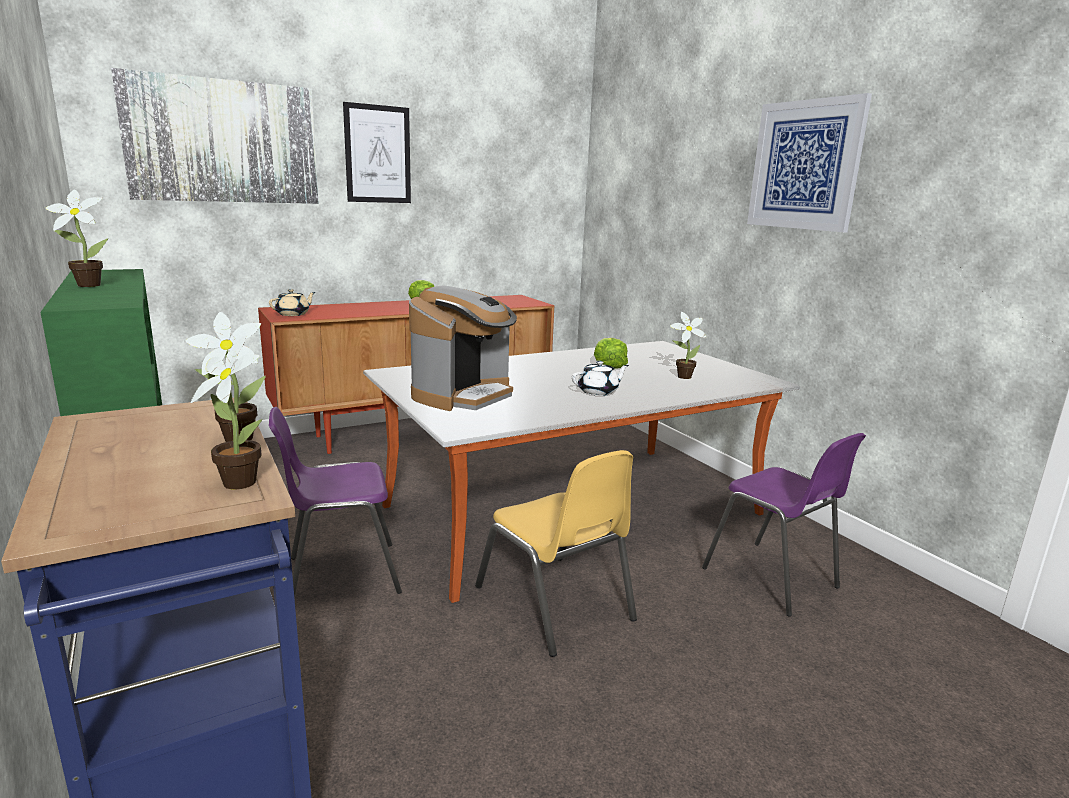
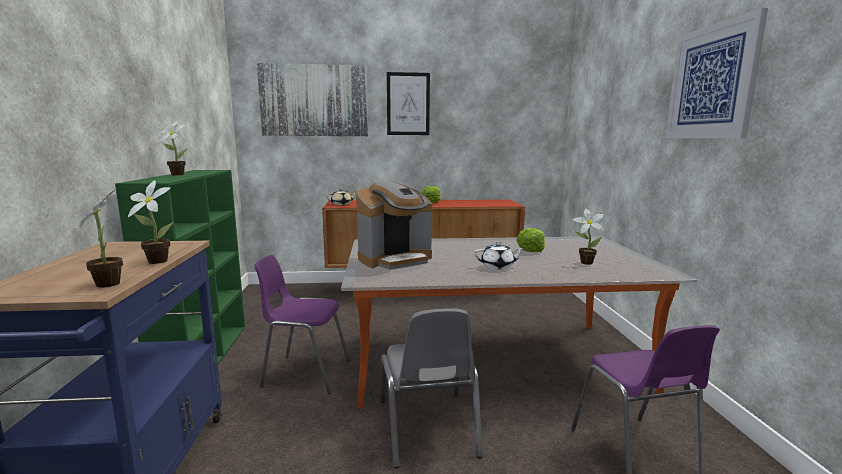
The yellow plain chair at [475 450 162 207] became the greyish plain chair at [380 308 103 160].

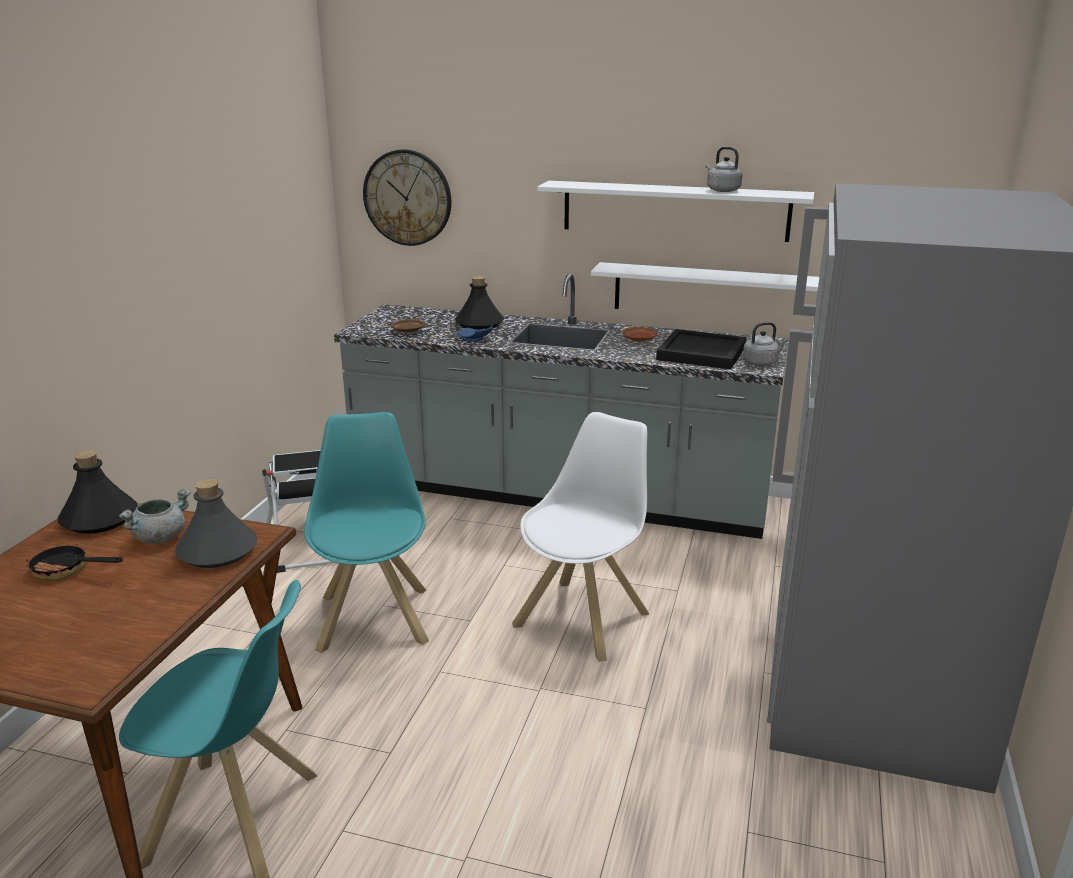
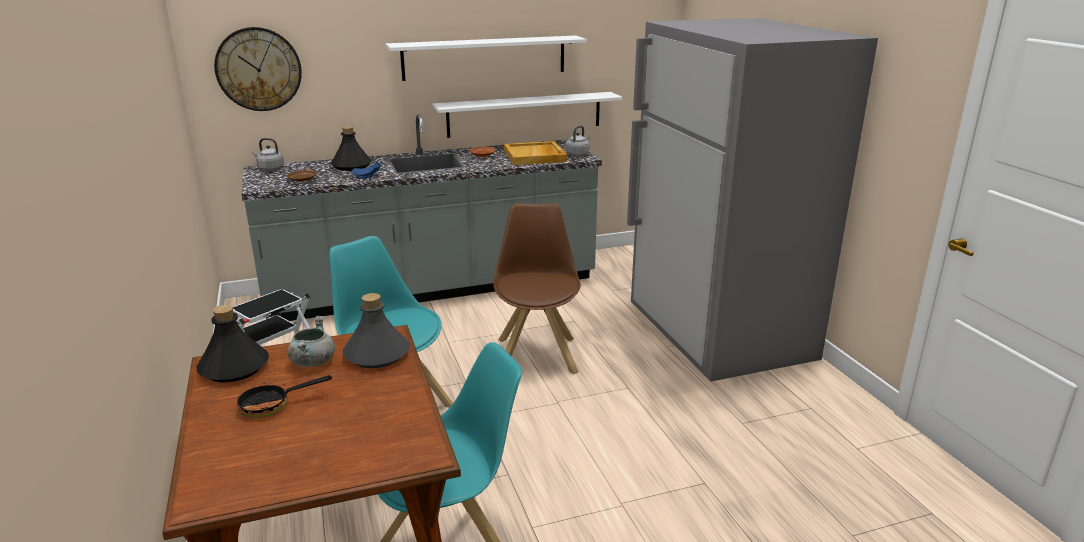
The greyish tea kettle moved from [706 147 36 45] to [252 138 32 33].
The whitish plain chair at [512 412 137 250] became the brown-coloured plain chair at [493 203 88 171].
The blackish tray at [656 329 90 41] became the sand-coloured tray at [504 141 63 24].

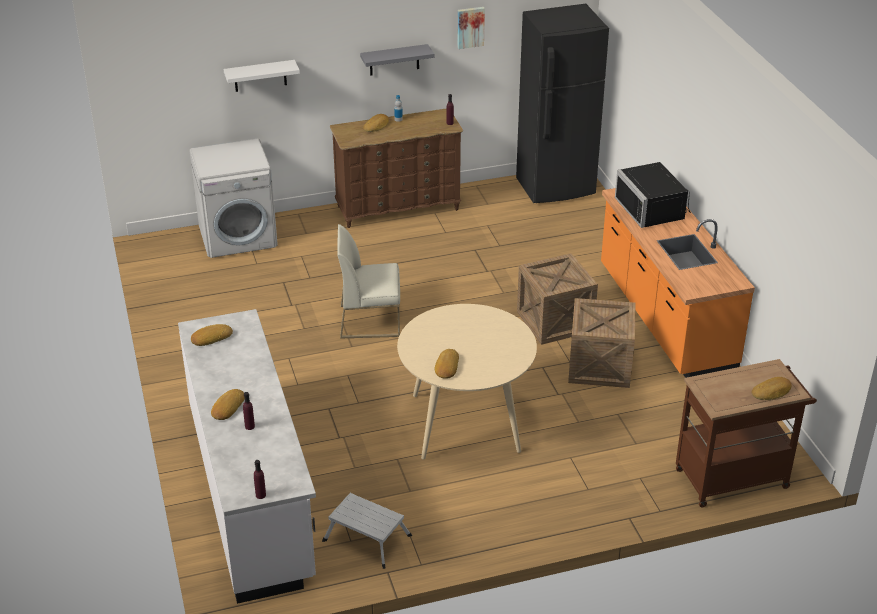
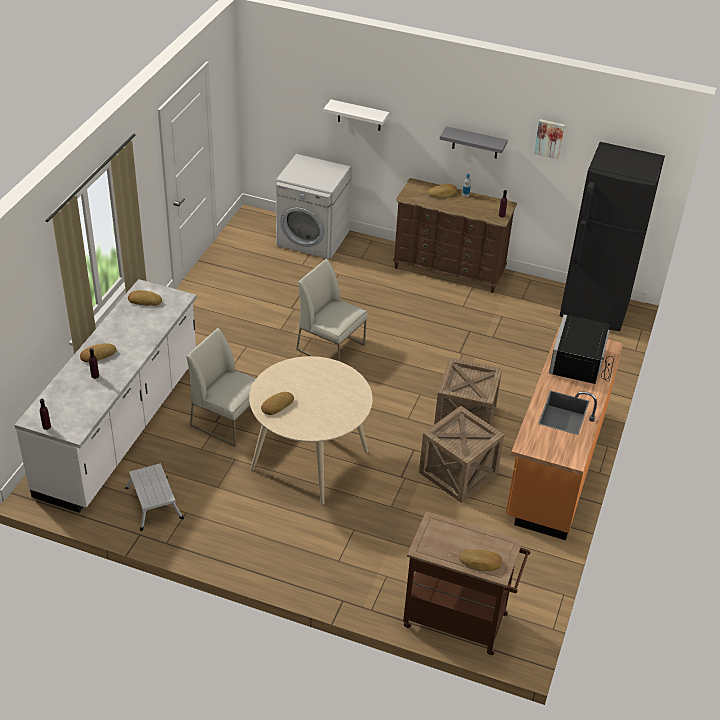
The whitish plain chair at [186 328 70 119] appeared.

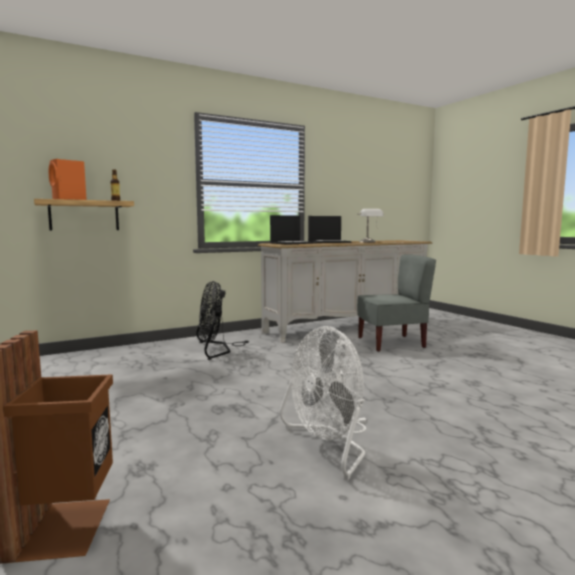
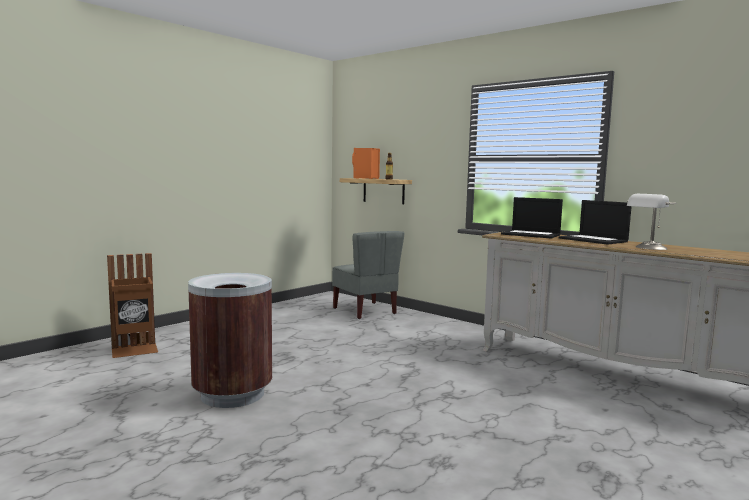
The blackish fan at [196 281 54 79] disappeared.
The greyish plain chair moved from [357 255 79 97] to [332 231 72 88].
The whitish fan at [280 326 88 155] was replaced by the brown-coloured trash can at [188 273 84 135].

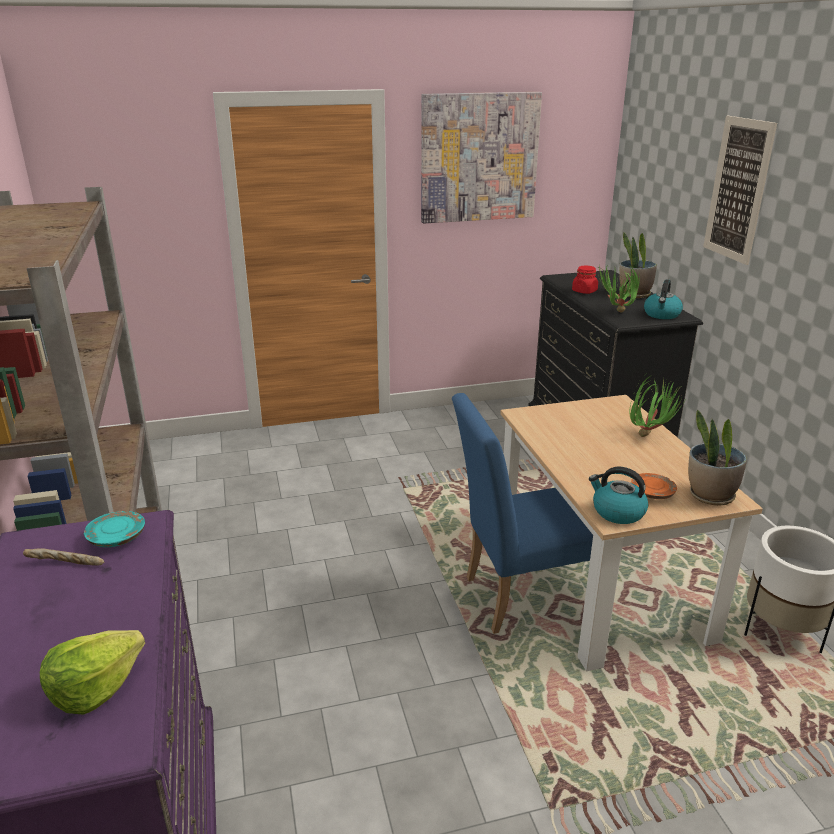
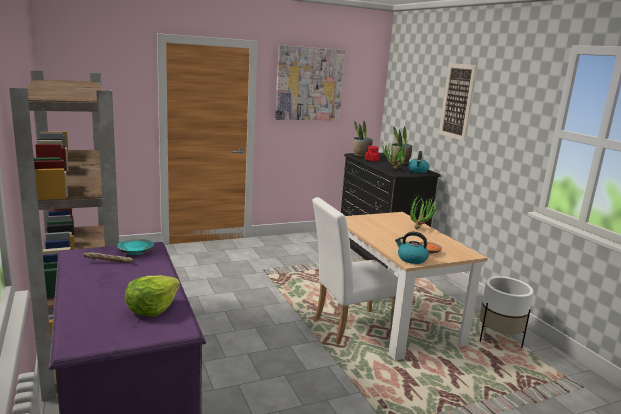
The potted plant moved from [688 410 59 96] to [353 121 20 36].
The blue-coloured plain chair at [452 393 141 241] became the whitish plain chair at [312 197 86 148].

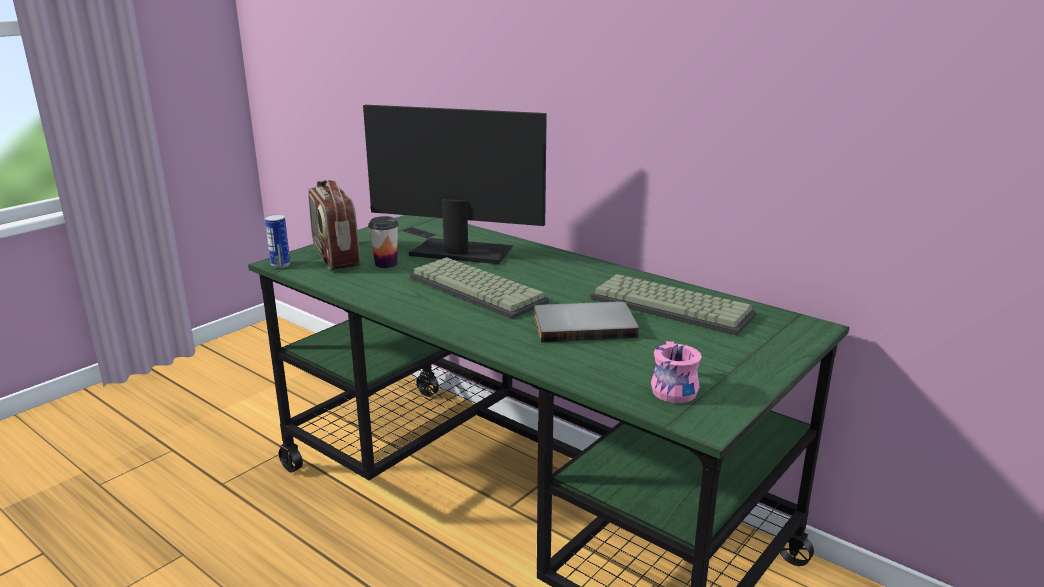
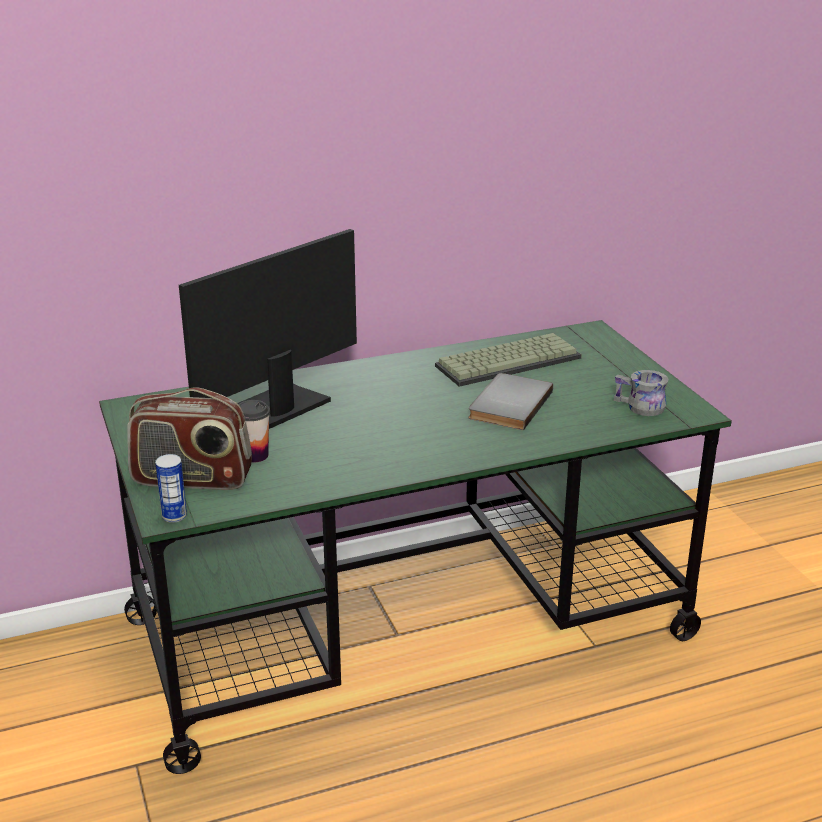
The keyboard at [409 257 140 62] disappeared.
The pinkish mug at [651 341 51 62] became the greyish mug at [614 370 54 46].

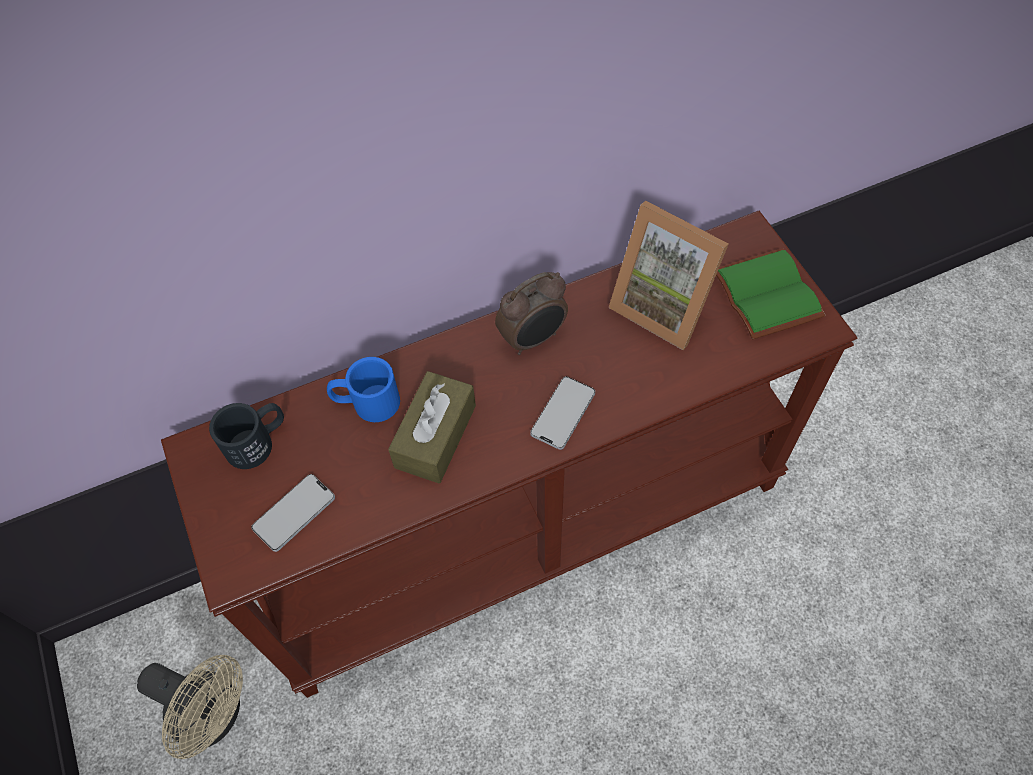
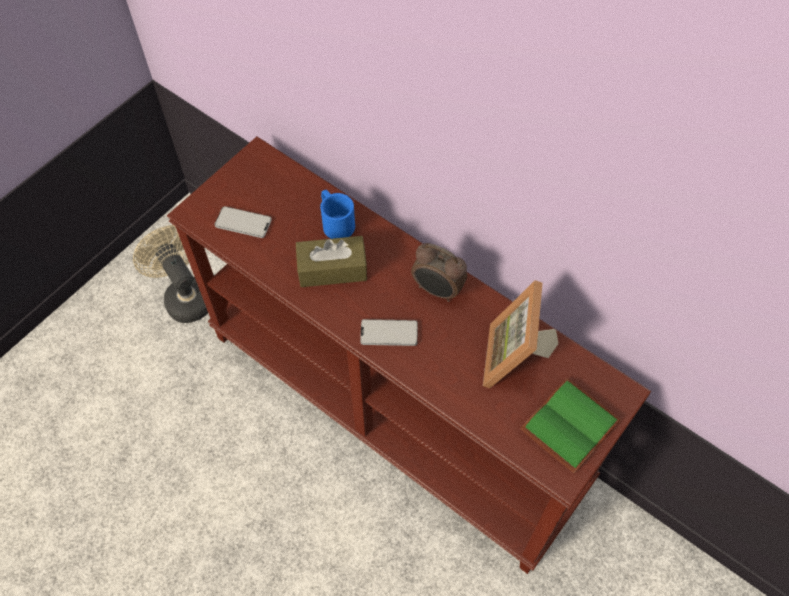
The blackish mug at [209 403 75 66] disappeared.
The sand-coloured fan at [137 655 106 104] turned 150 degrees clockwise.

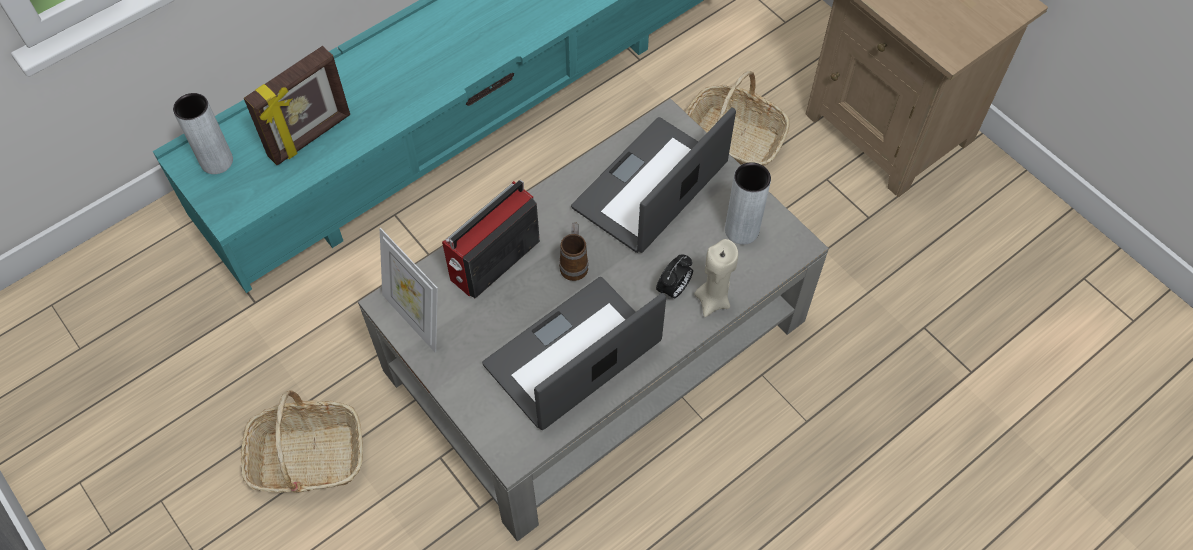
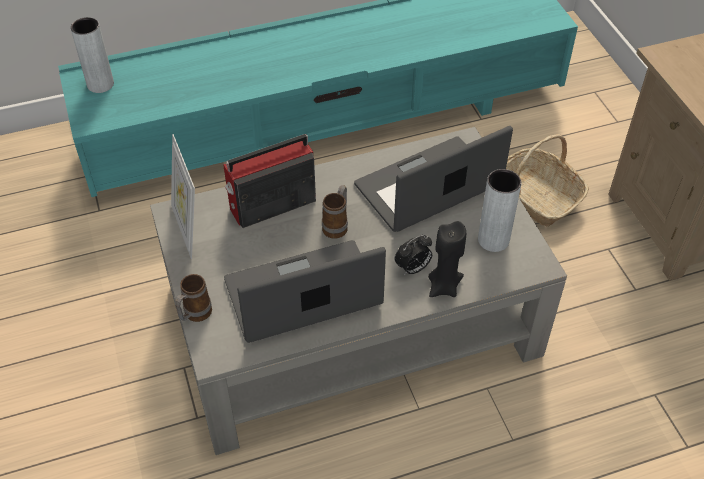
The household basket at [241 391 122 102] disappeared.
The photo frame at [244 46 106 119] disappeared.
The mug at [175 274 37 48] appeared.
The sand-coloured wax candle at [694 239 44 78] became the blackish wax candle at [428 221 38 76].

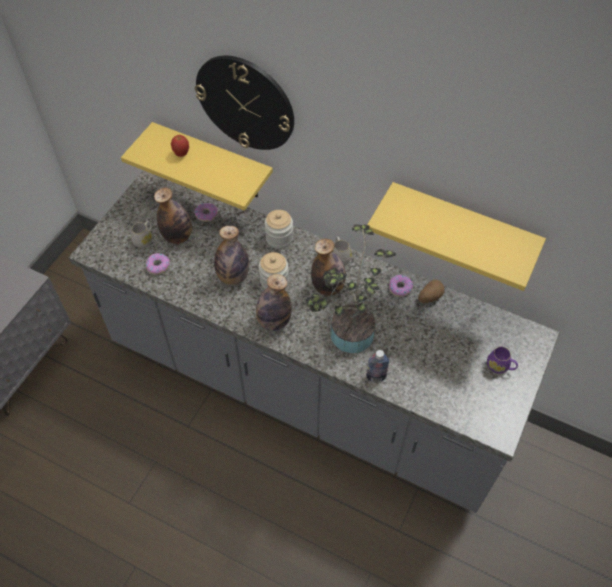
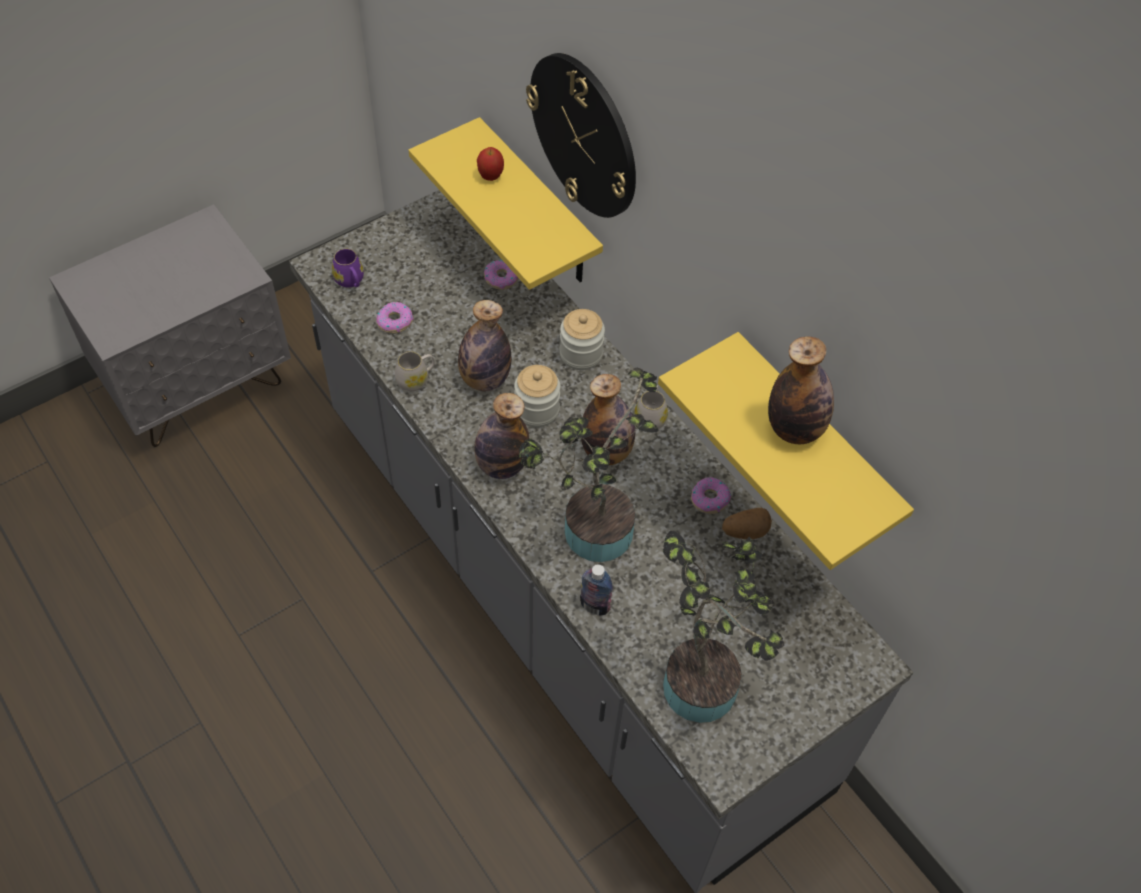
The potted plant at [663 531 121 192] appeared.
The whitish mug moved from [131 221 21 27] to [395 351 40 40].
The bottle moved from [154 188 38 56] to [768 336 66 108].
The purplish mug moved from [487 347 31 27] to [332 249 32 38].

